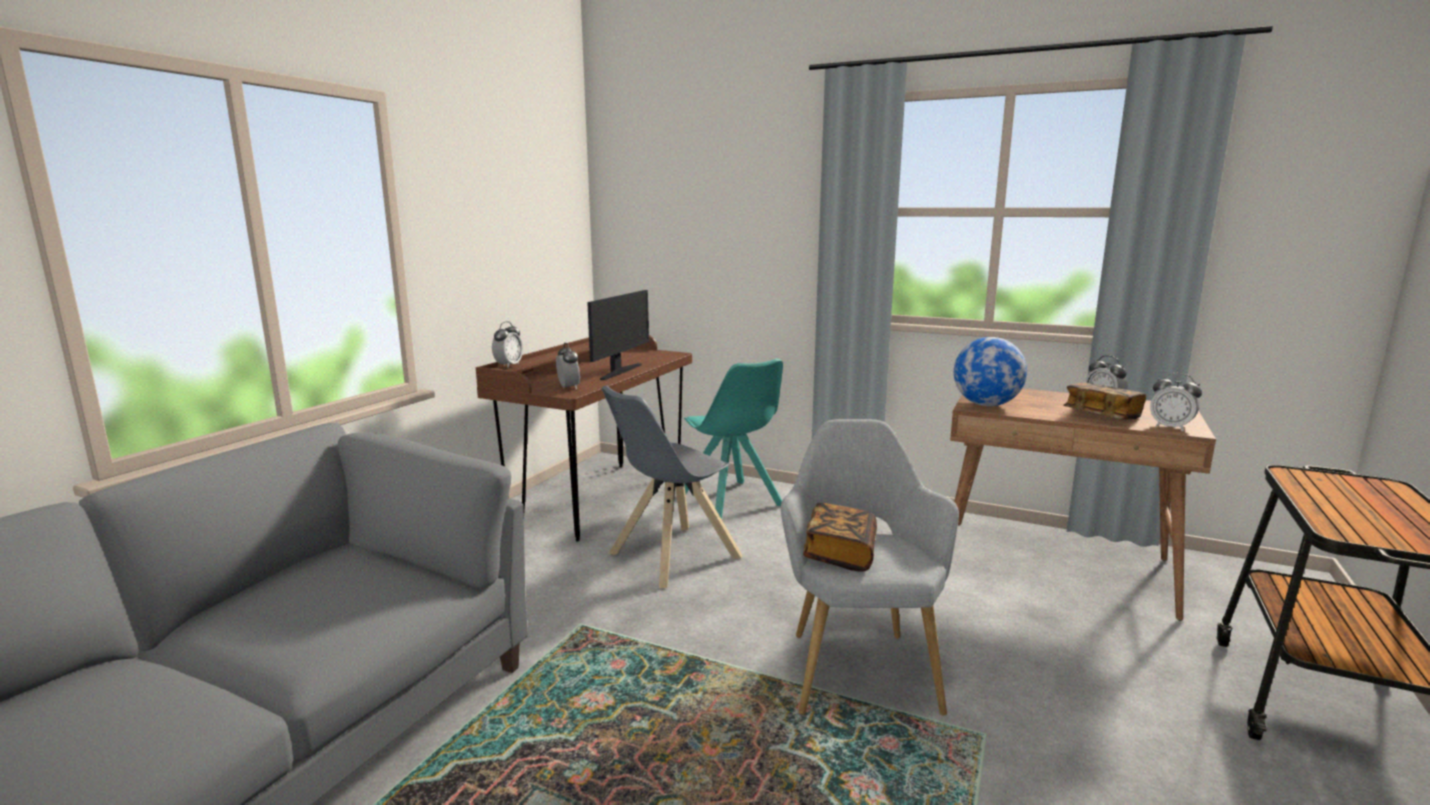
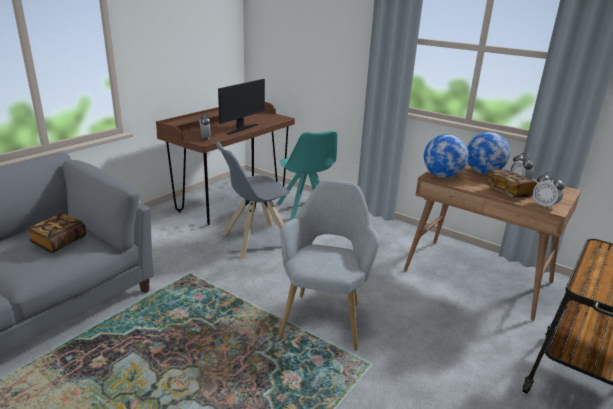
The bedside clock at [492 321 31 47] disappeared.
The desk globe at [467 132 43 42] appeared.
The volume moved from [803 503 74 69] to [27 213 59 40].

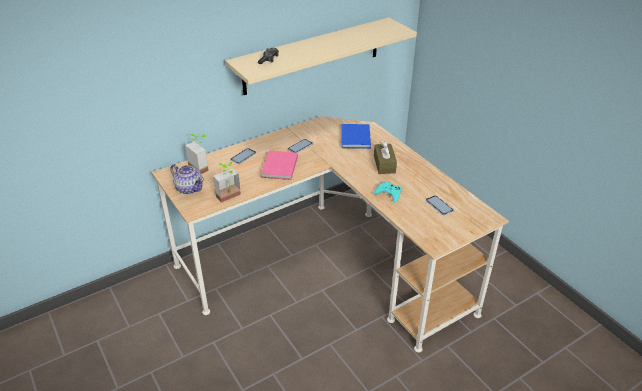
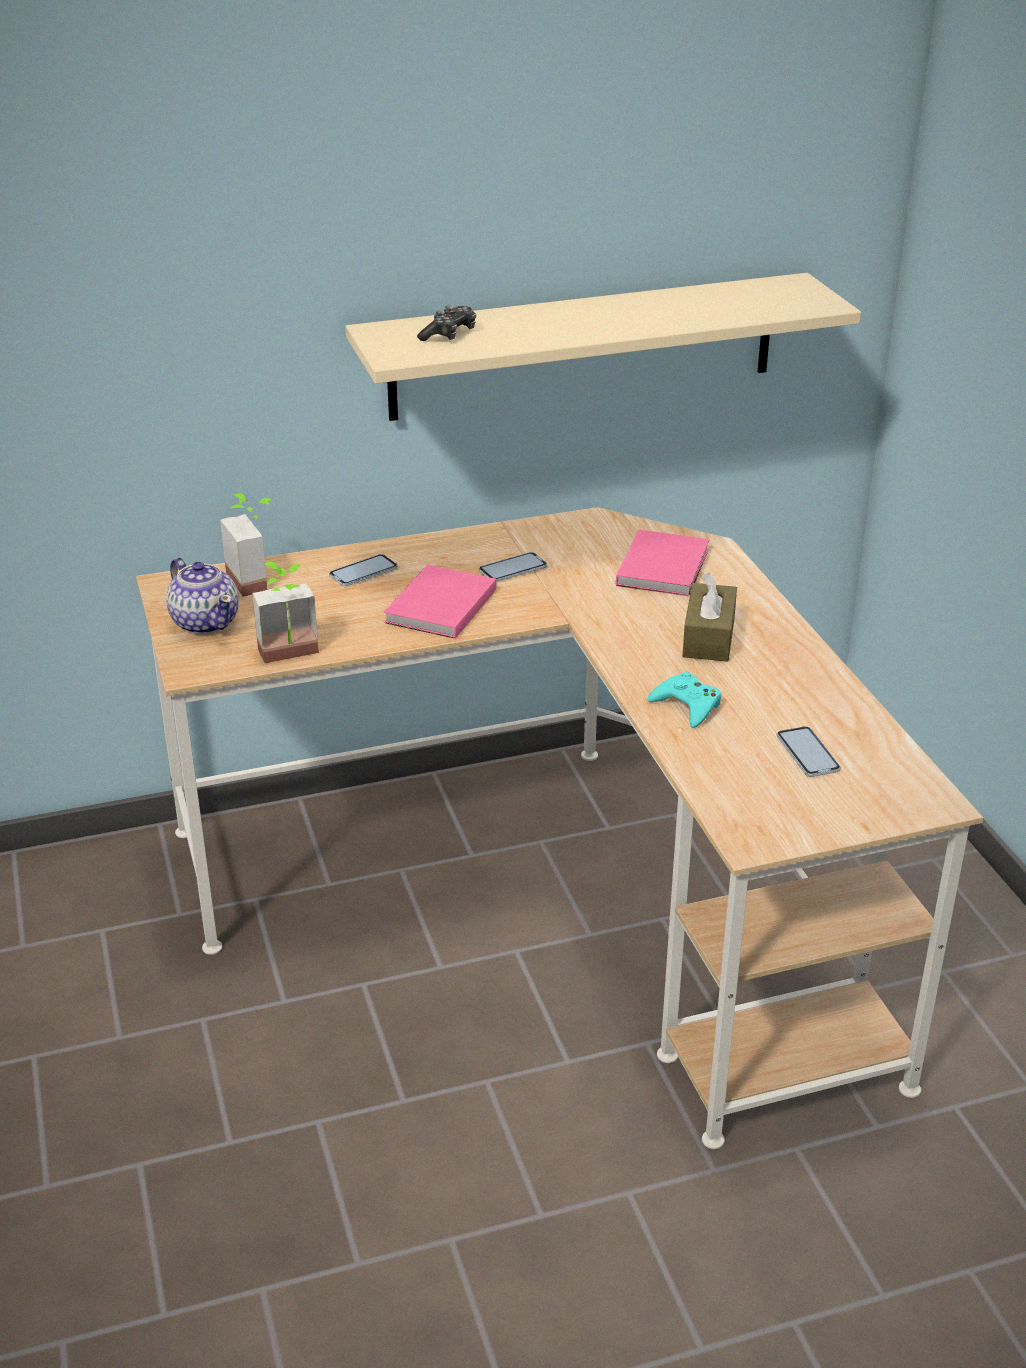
The blue-coloured volume at [342 124 29 25] became the pinkish volume at [616 529 94 68].

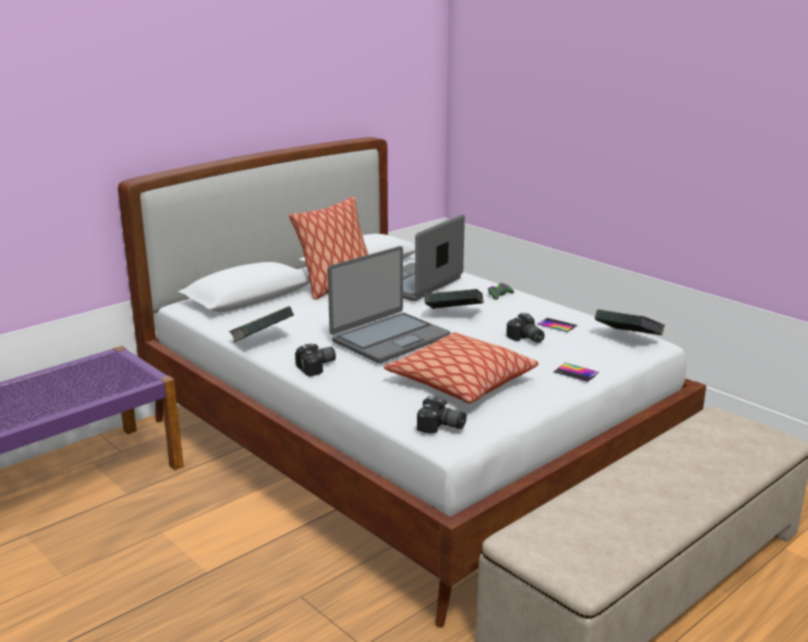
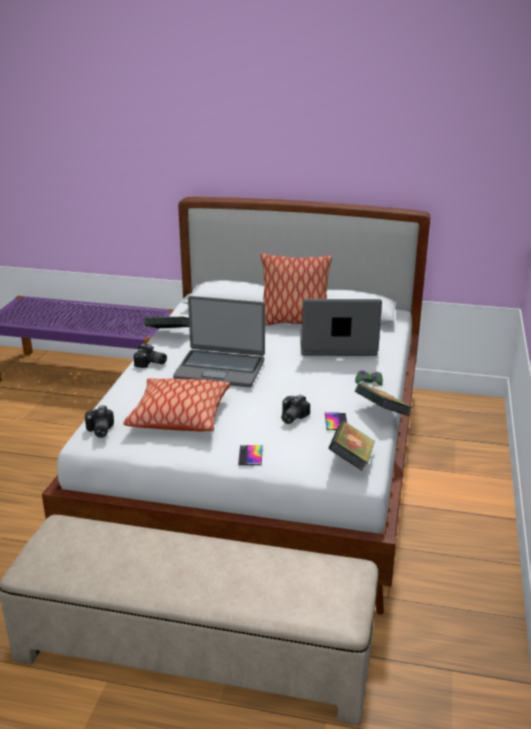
The volume moved from [424 289 60 20] to [355 383 58 33].

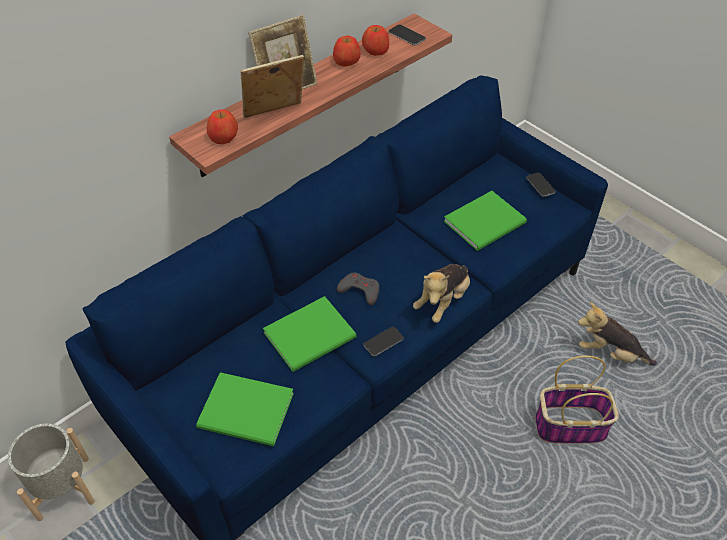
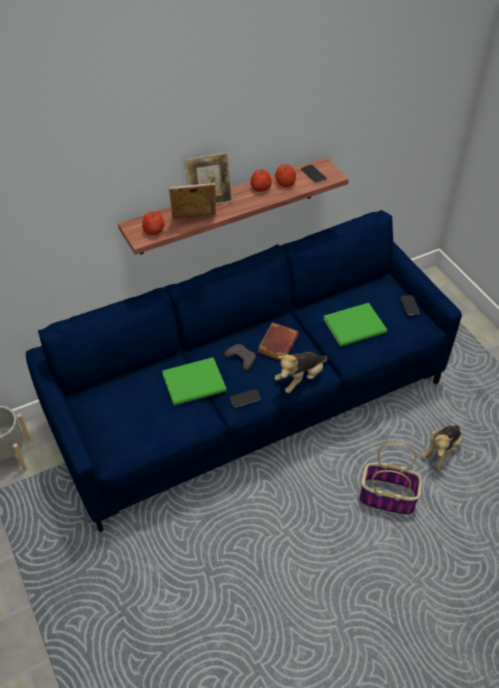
The green-coloured volume at [196 372 98 74] disappeared.
The brown-coloured volume at [258 322 41 39] appeared.
The soft toy at [578 302 79 64] turned 90 degrees counterclockwise.

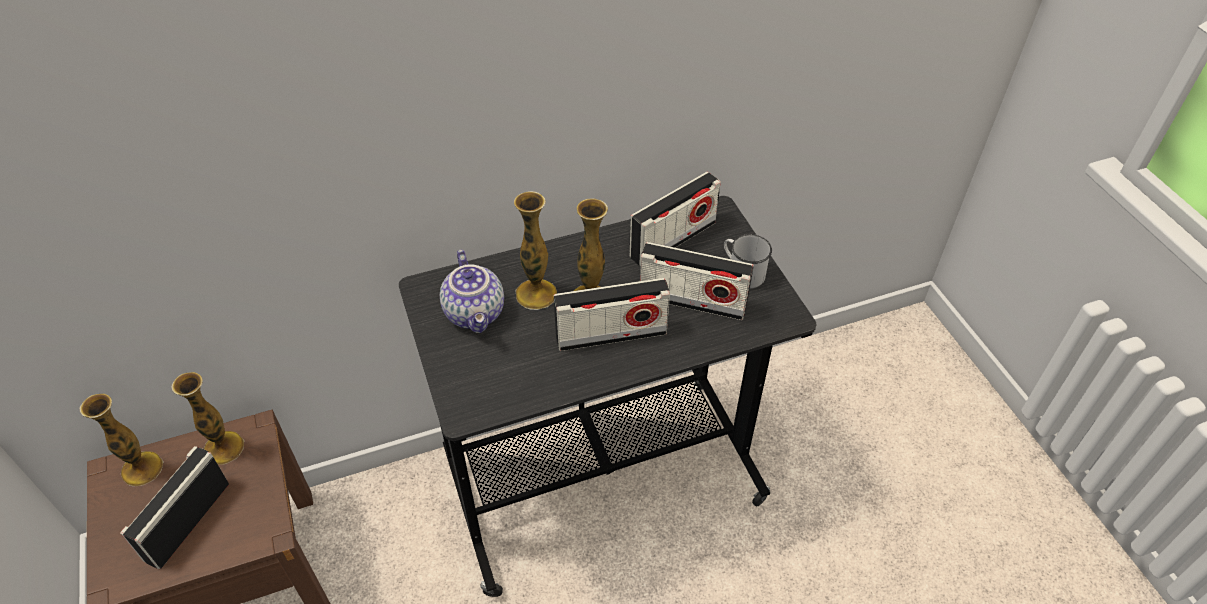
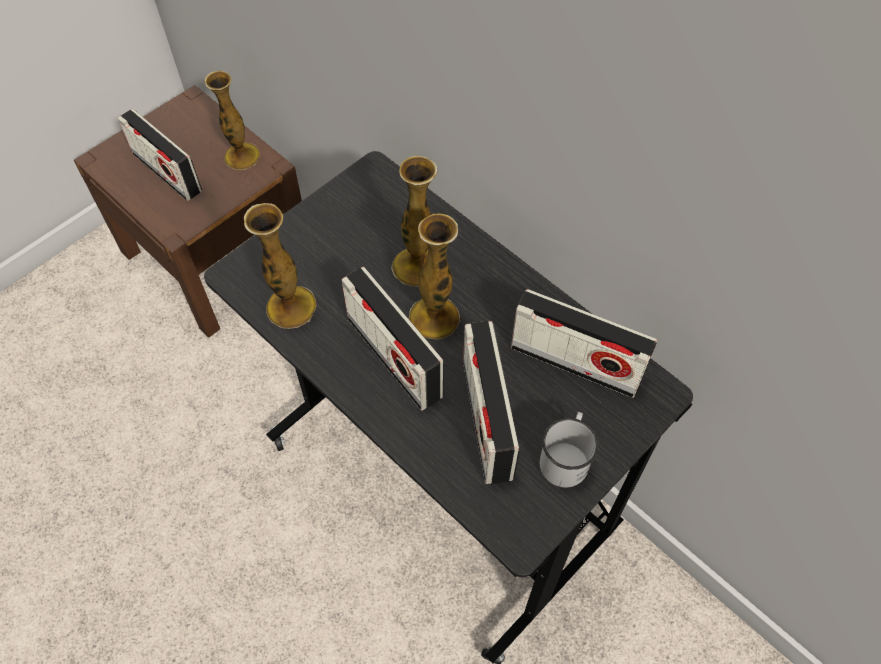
The teapot at [440 250 64 83] disappeared.
The decorative vase moved from [79 394 85 92] to [244 203 72 126].
The radio set at [120 446 109 123] turned 135 degrees counterclockwise.

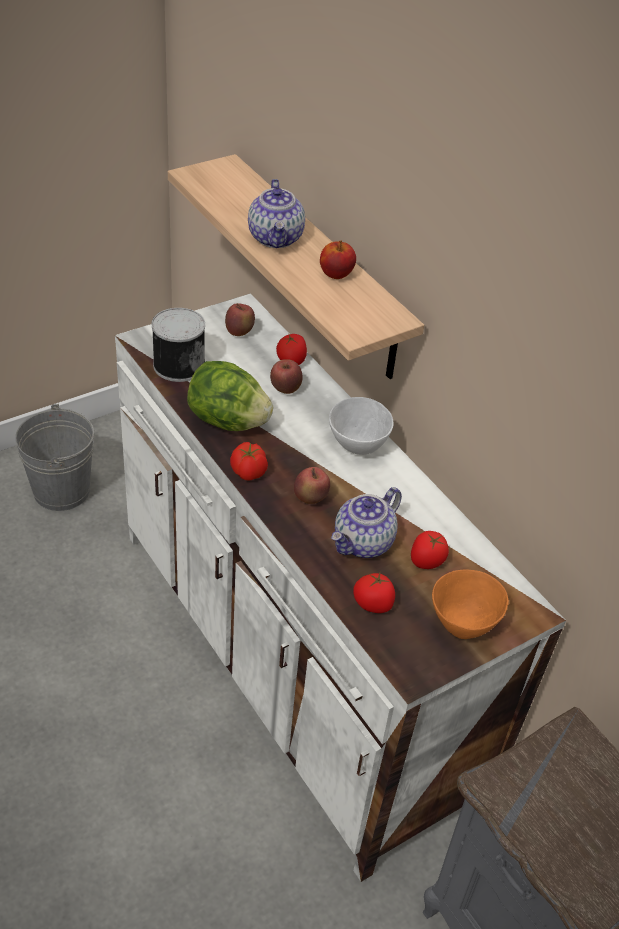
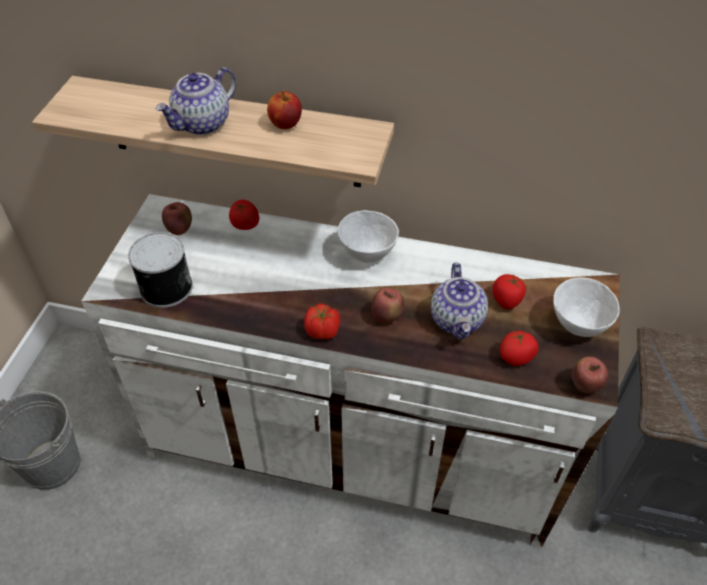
The lettuce head at [187 361 86 70] disappeared.
The whole apple moved from [270 359 32 35] to [572 356 36 37].
The orange bowl at [432 569 77 70] became the whitish bowl at [553 278 67 59].
The teapot at [248 179 57 69] turned 90 degrees clockwise.

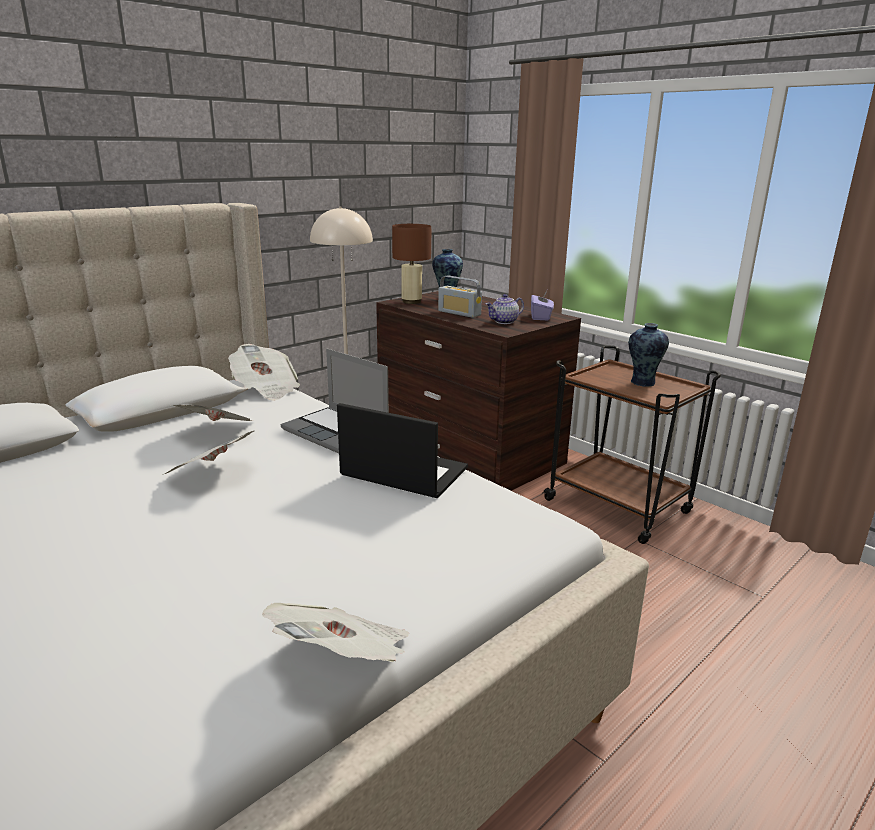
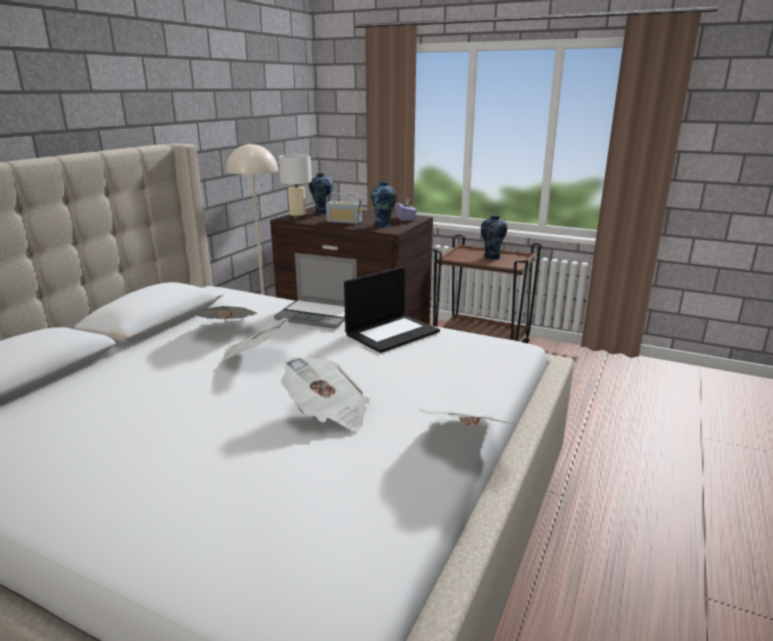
The newspaper moved from [228 344 72 57] to [281 357 88 74].
The teapot at [486 294 38 30] was replaced by the decorative vase at [371 181 26 46].
The brown-coloured lamp for a table at [392 224 39 80] became the whitish lamp for a table at [279 154 33 65].
The portable computer at [337 403 131 95] turned 135 degrees clockwise.

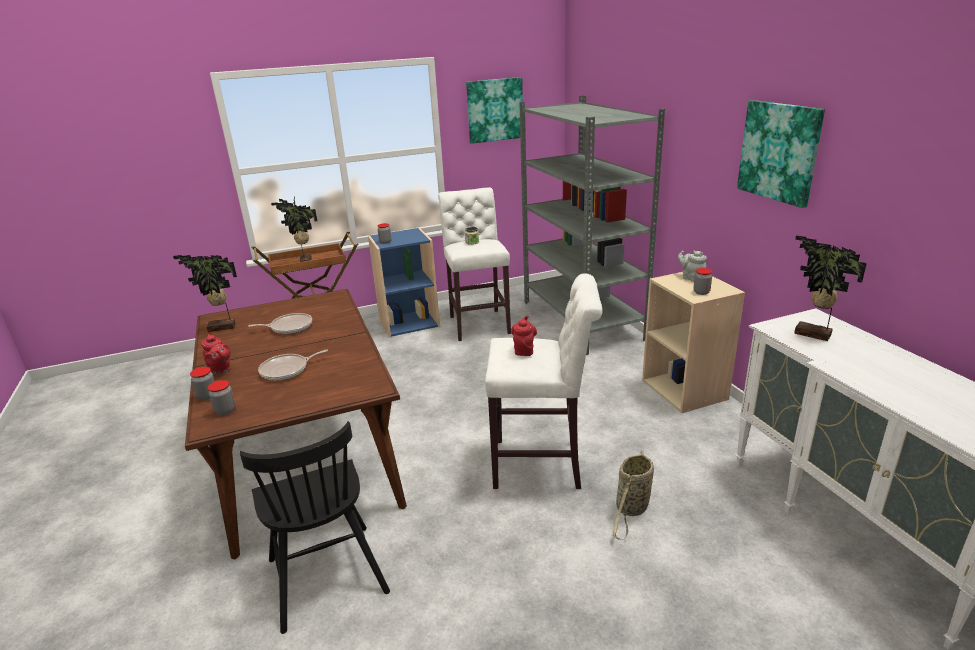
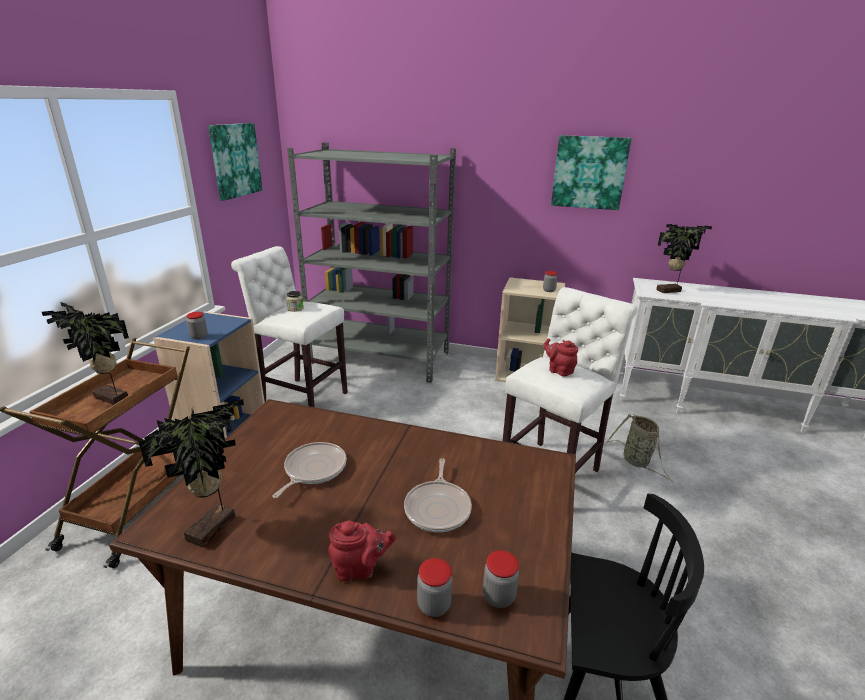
The greyish teapot at [678 250 29 32] disappeared.

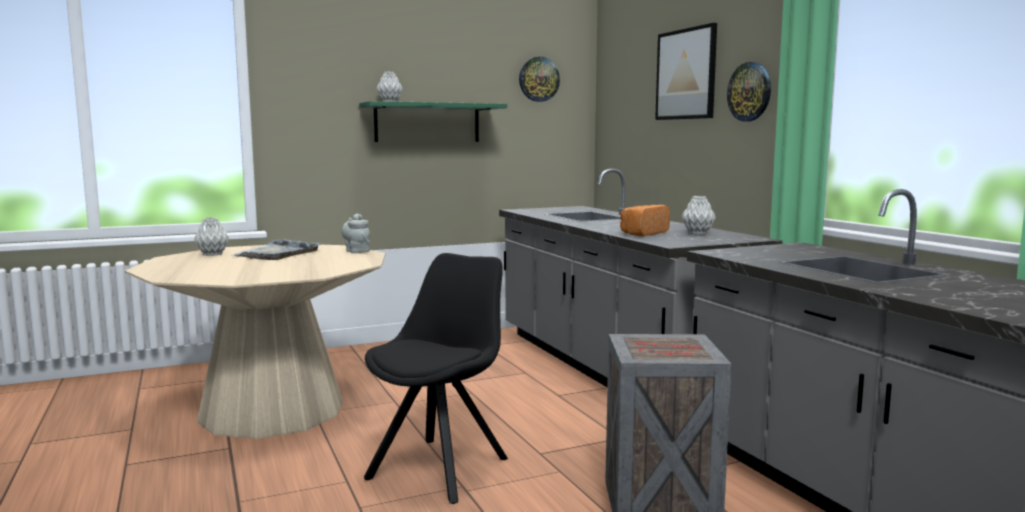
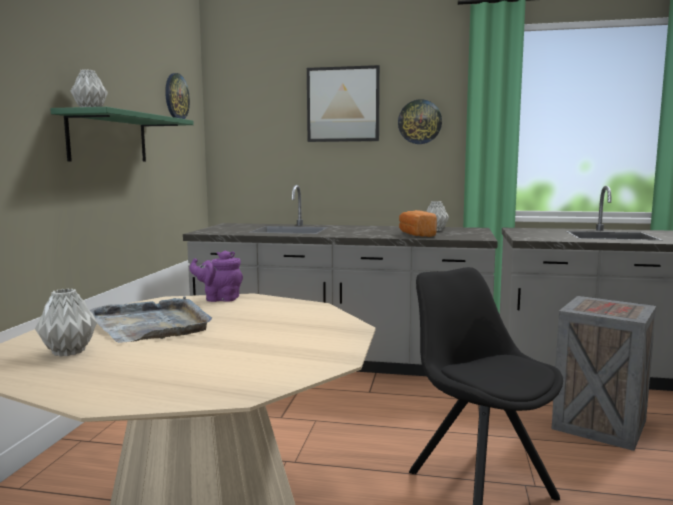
The greyish teapot at [341 214 29 39] became the purplish teapot at [189 251 54 51].

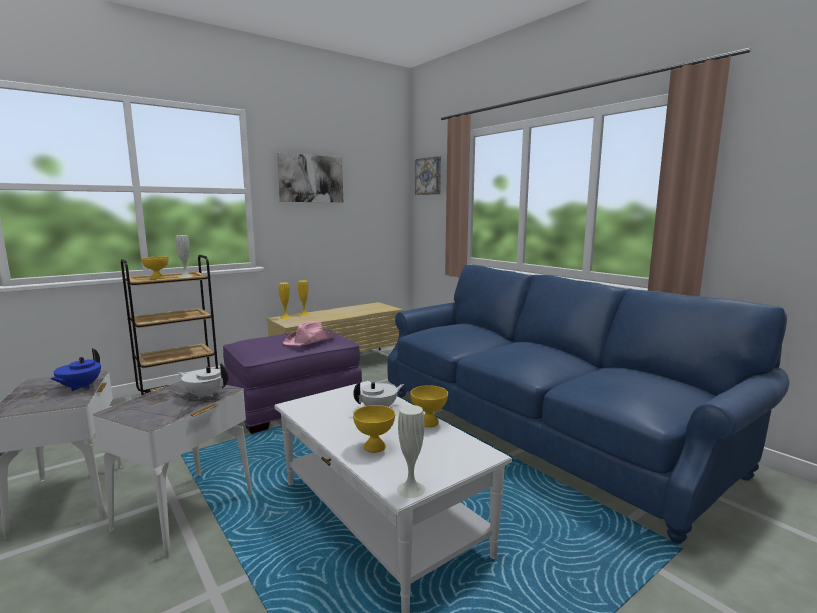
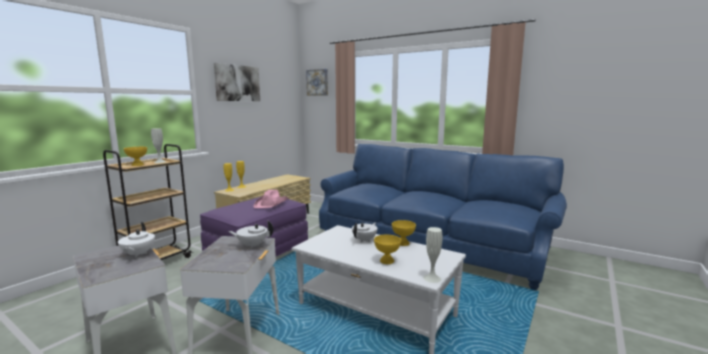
The blue-coloured teapot at [50 349 51 42] became the whitish teapot at [118 222 37 36].

